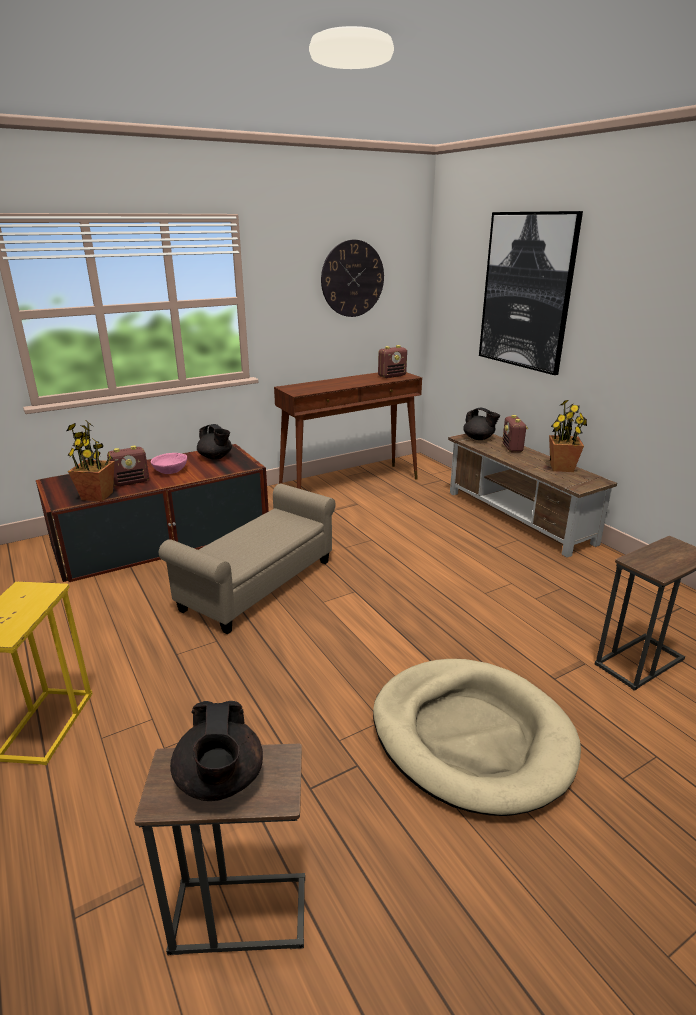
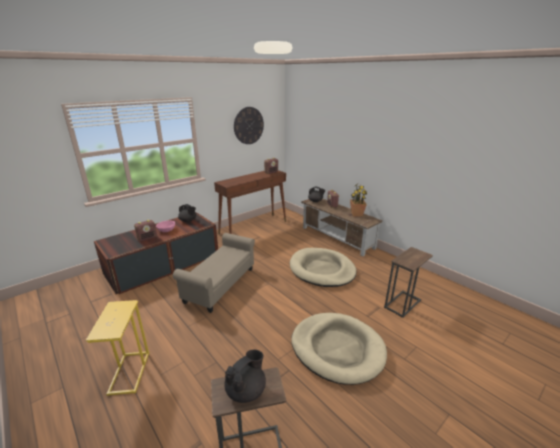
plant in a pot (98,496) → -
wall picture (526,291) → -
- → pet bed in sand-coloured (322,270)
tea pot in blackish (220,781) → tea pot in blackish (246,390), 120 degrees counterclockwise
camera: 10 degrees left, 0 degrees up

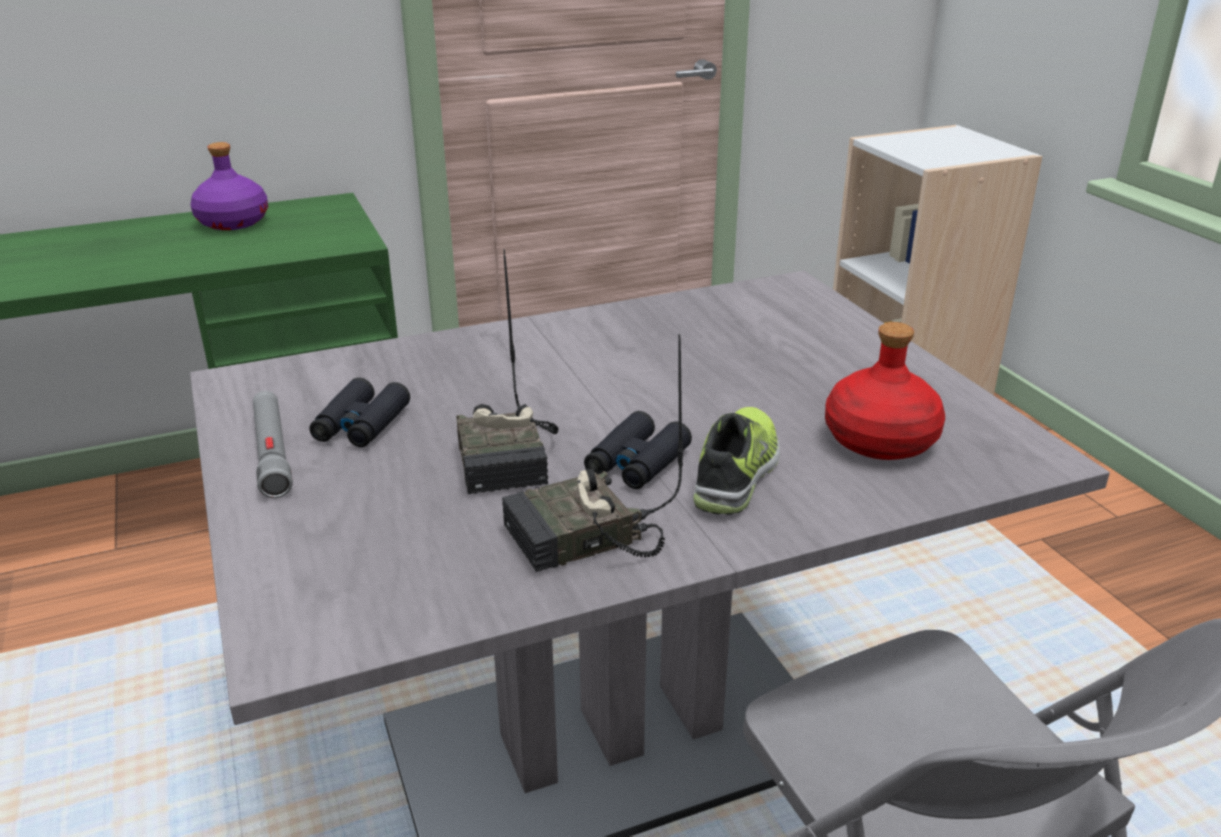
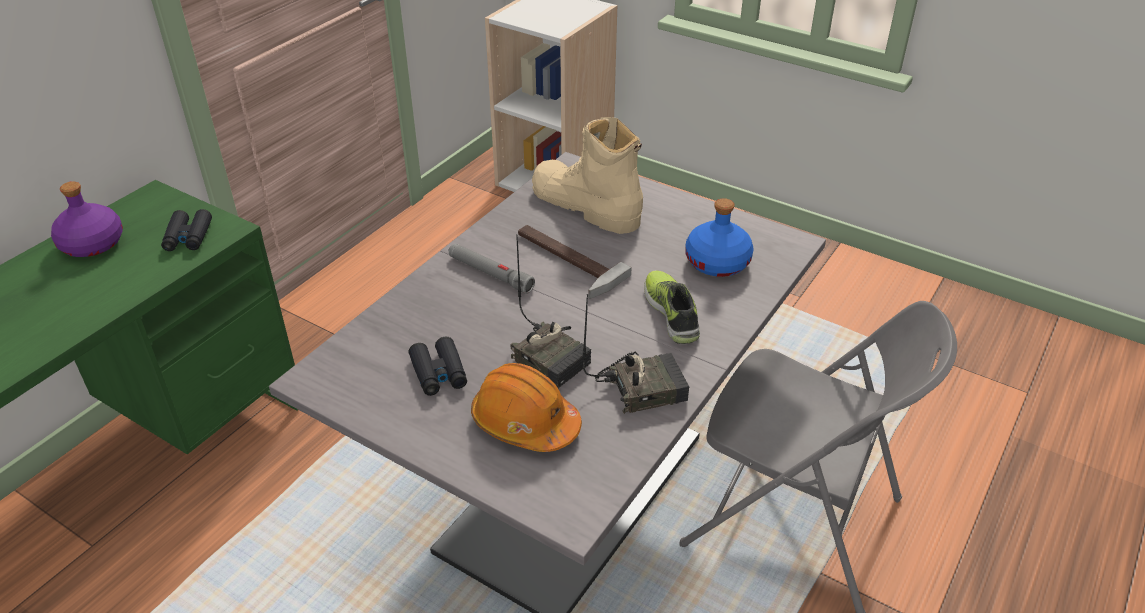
- → safety helmet in orange-coloured (525,422)
- → hand hammer (563,261)
- → boot in sand-coloured (585,206)
flashlight in greyish (272,452) → flashlight in greyish (490,274), relocated
pair of binoculars in blackish (637,462) → pair of binoculars in blackish (188,237), relocated
beverage bottle in red (881,440) → beverage bottle in blue-coloured (718,262)
radio receiver (582,540) → radio receiver (642,387), 135 degrees counterclockwise
camera: 35 degrees left, 10 degrees up

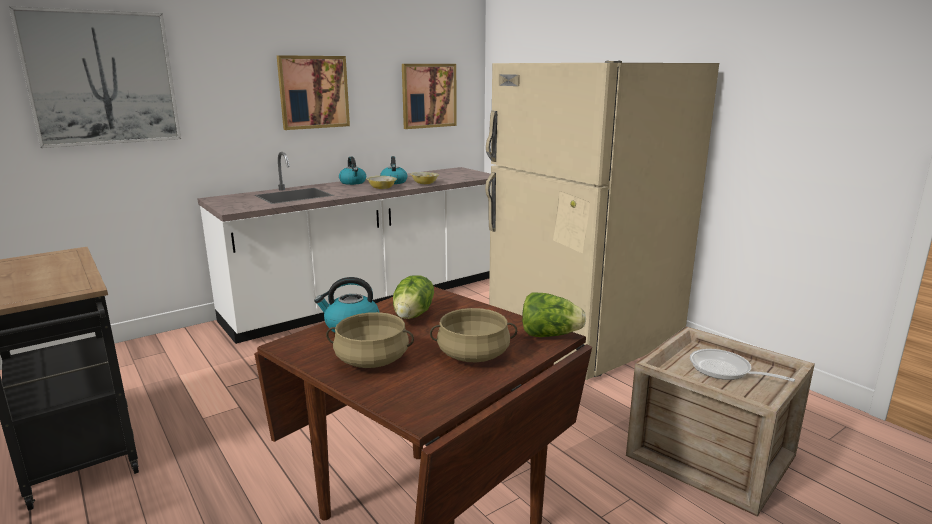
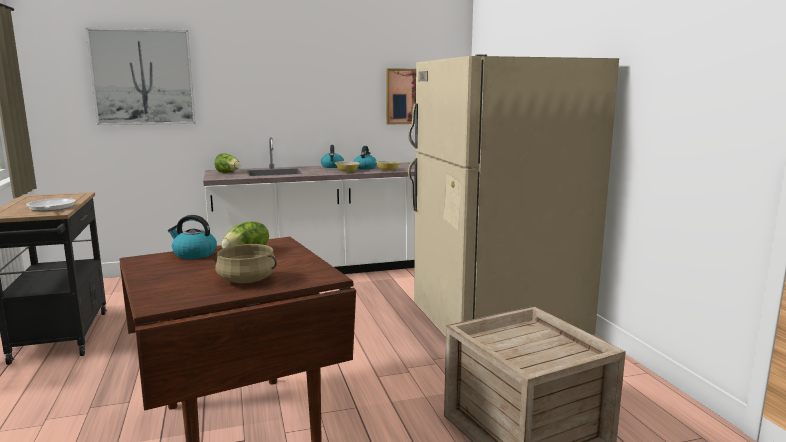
wall picture (313,92) → -
saucepot in sand-coloured (371,361) → -
lettuce (549,335) → lettuce (228,173), relocated
skillet (725,370) → skillet (51,208), relocated
camera: 20 degrees right, 5 degrees down

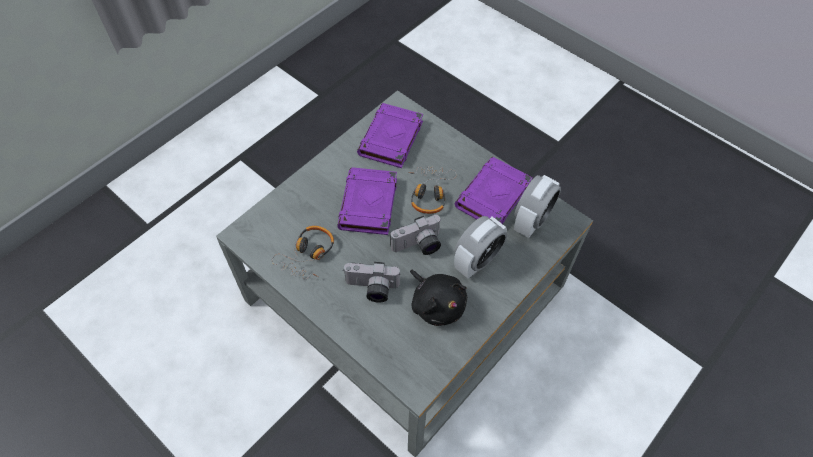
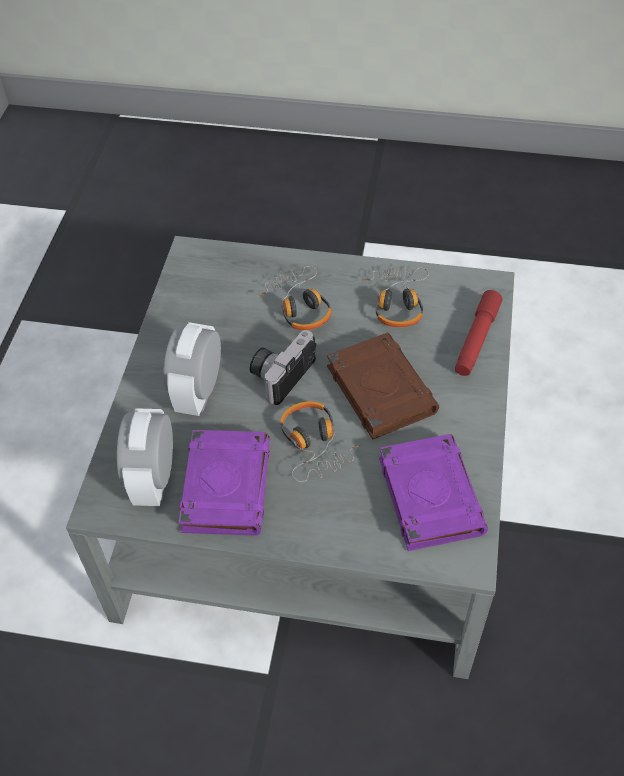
plush toy in blackish (437,304) → -
- → flashlight in red (476,339)
still camera (371,289) → headset (299,306)
bound book in purple-coloured (368,205) → bound book in brown-coloured (379,389)
camera: 150 degrees right, 5 degrees down

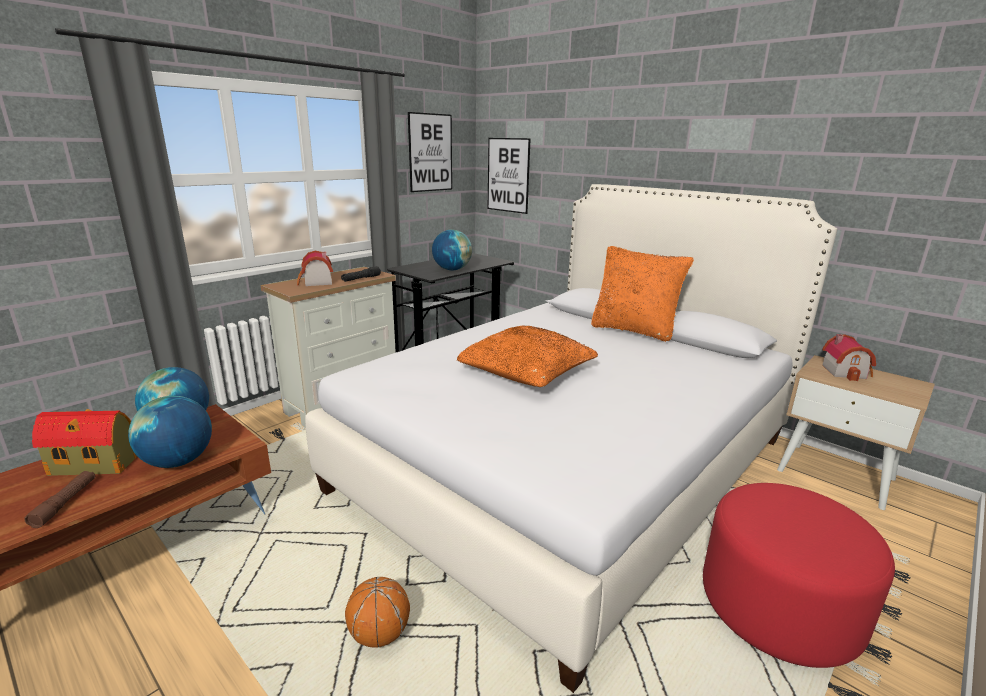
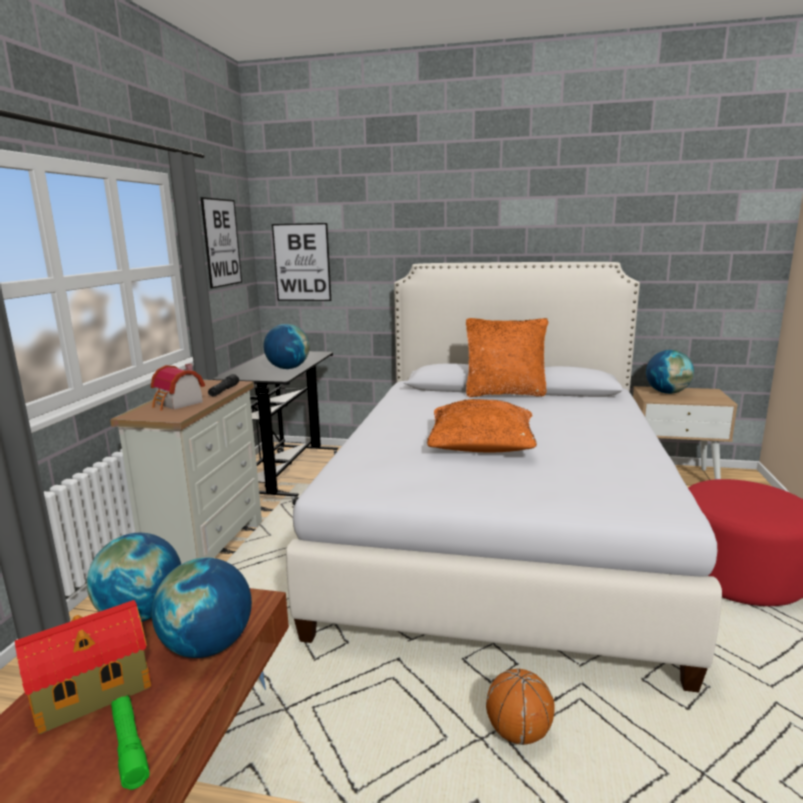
toy house (846,371) → world globe (667,392)
flashlight in brown-coloured (65,503) → flashlight in greenish (129,747)
camera: 30 degrees left, 5 degrees down

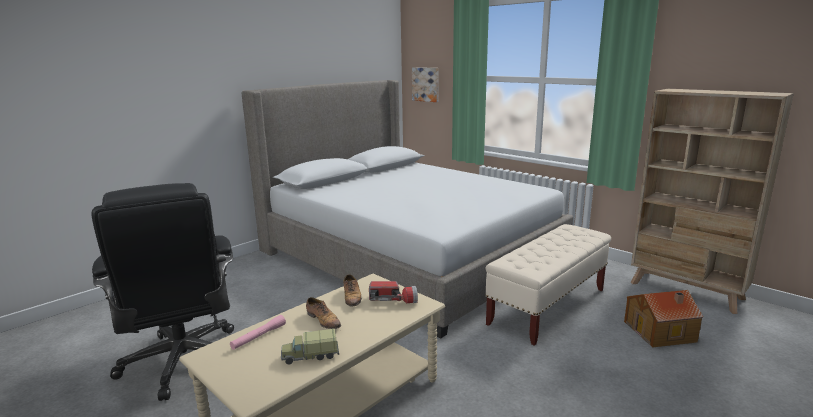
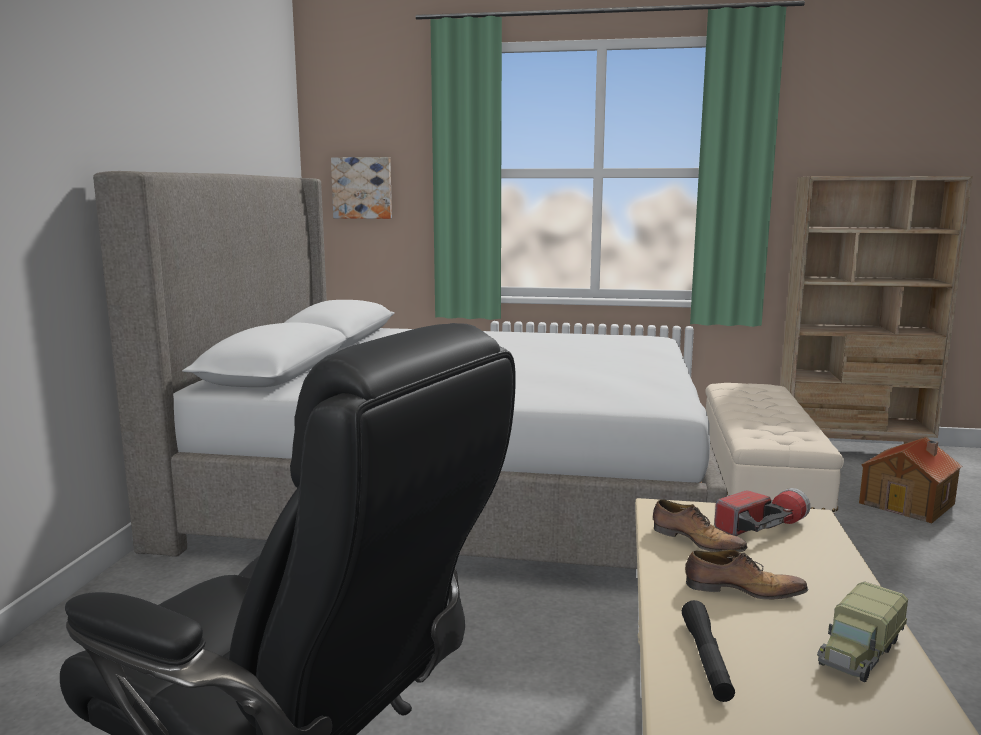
flashlight in pink-coloured (259,337) → flashlight in blackish (706,660)
camera: 35 degrees left, 5 degrees down

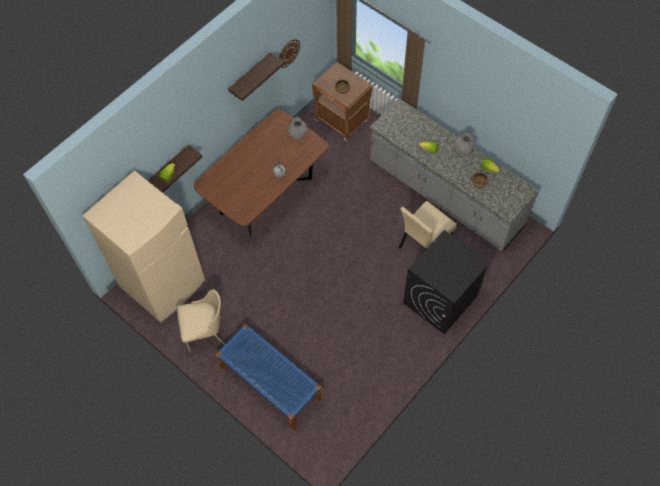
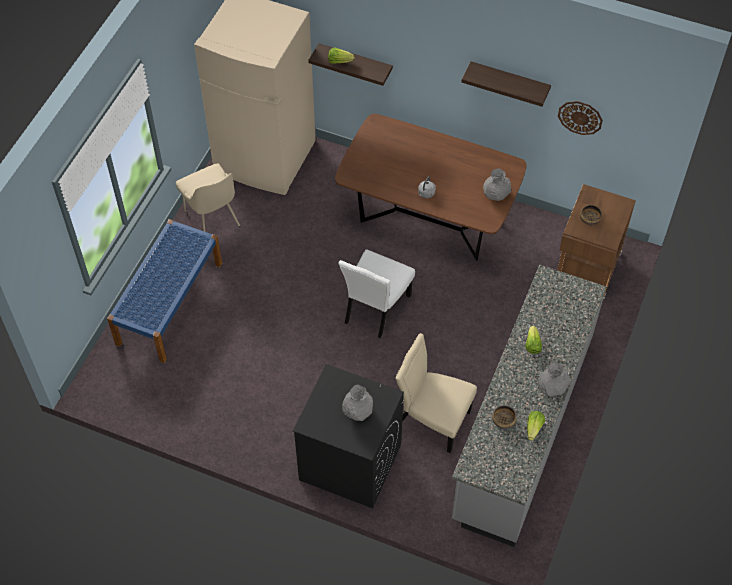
- → plain chair in whitish (376,307)
- → vase in greyish (358,412)
camera: 70 degrees right, 5 degrees down

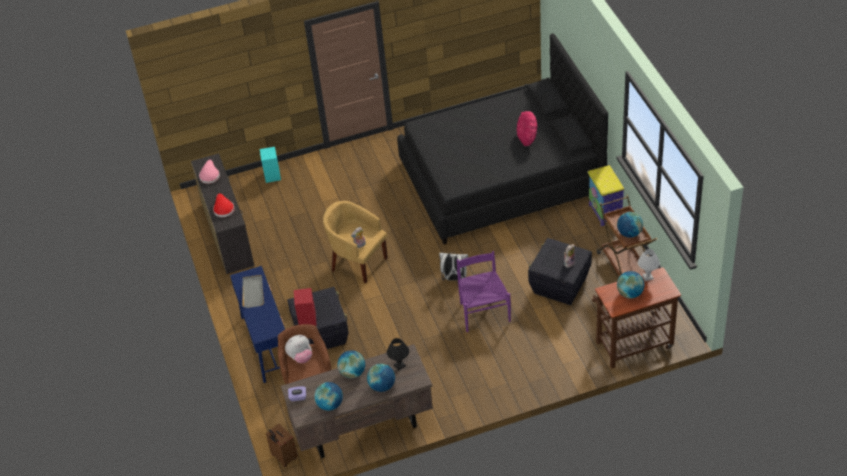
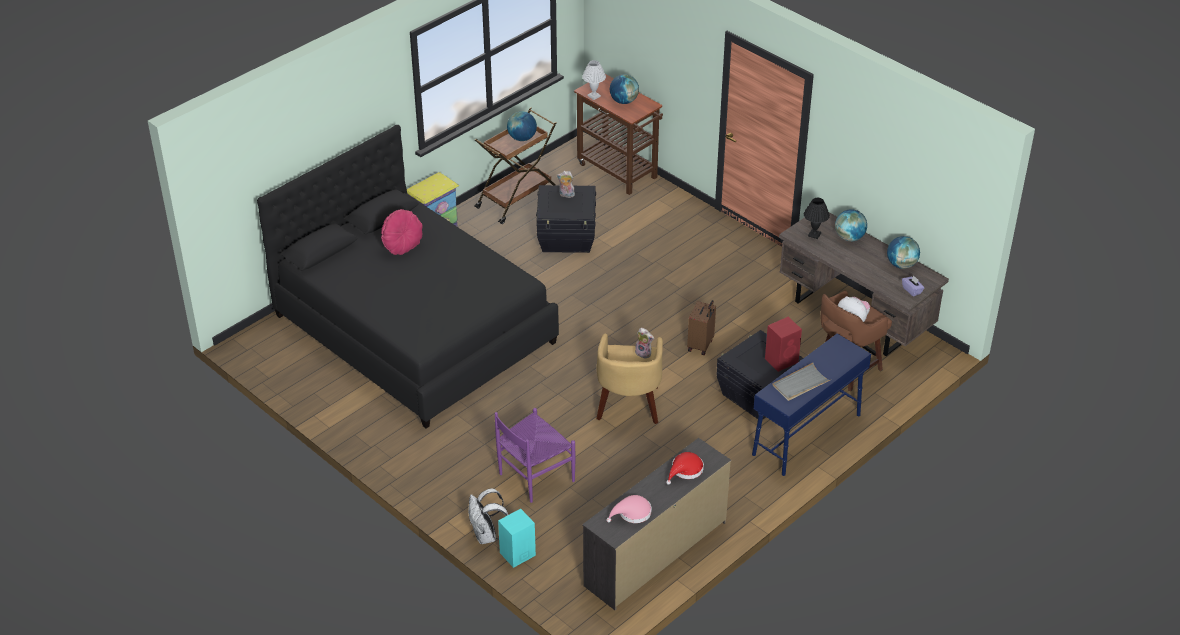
world globe (352,373) → -
travel case in brown-coloured (284,457) → travel case in brown-coloured (701,345), relocated
knapsack in whitish (454,278) → knapsack in whitish (487,536), relocated
plain chair in purple-coloured (483,312) → plain chair in purple-coloured (534,476), relocated
camera: 120 degrees left, 5 degrees down

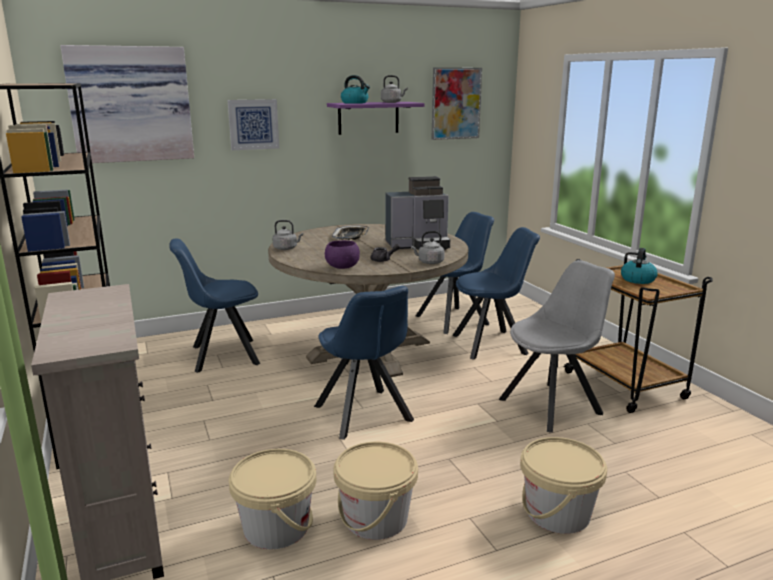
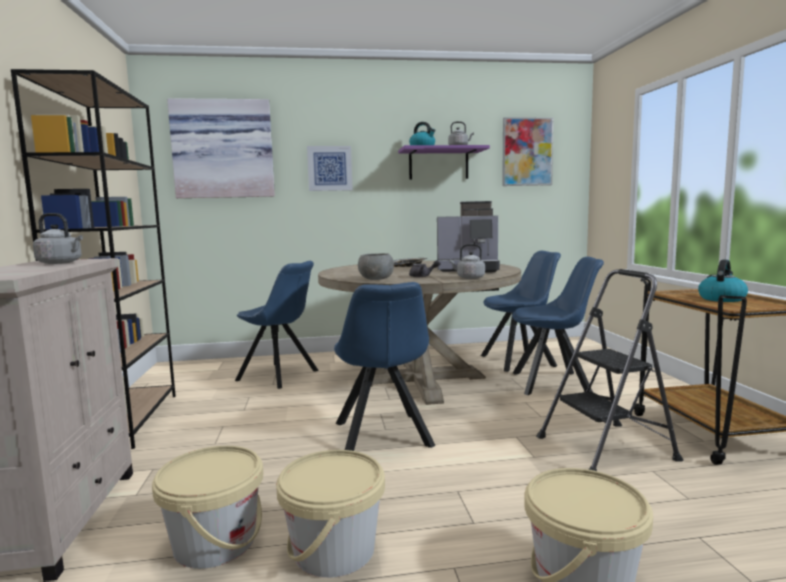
tea kettle in greyish (286,248) → tea kettle in greyish (61,263), relocated
plain chair in greyish (552,405) → step stool in blackish (609,447)
serving bowl in purple-coloured (342,267) → serving bowl in greyish (376,279)
plain chair in blue-coloured (222,356) → plain chair in blue-coloured (279,375), 150 degrees counterclockwise
camera: 15 degrees right, 10 degrees down

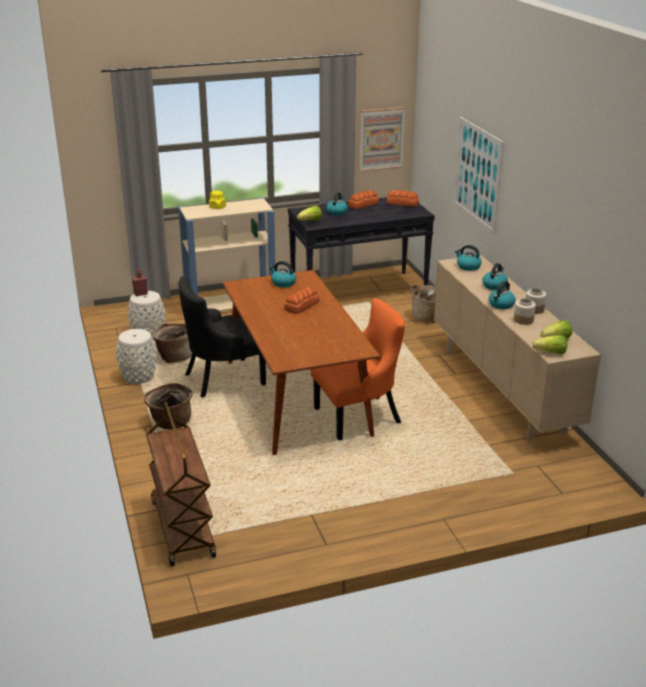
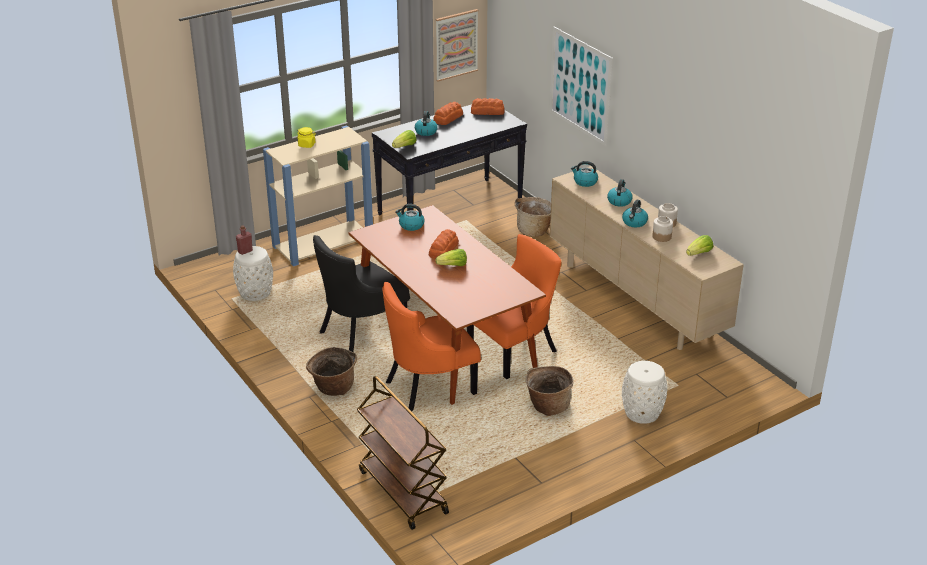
- → plain chair in orange-coloured (431,386)
stool in whitish (139,377) → stool in whitish (642,413), relocated
basket (174,357) → basket (547,406), relocated
lettuce (551,353) → lettuce (453,266), relocated
camera: 15 degrees left, 5 degrees up

